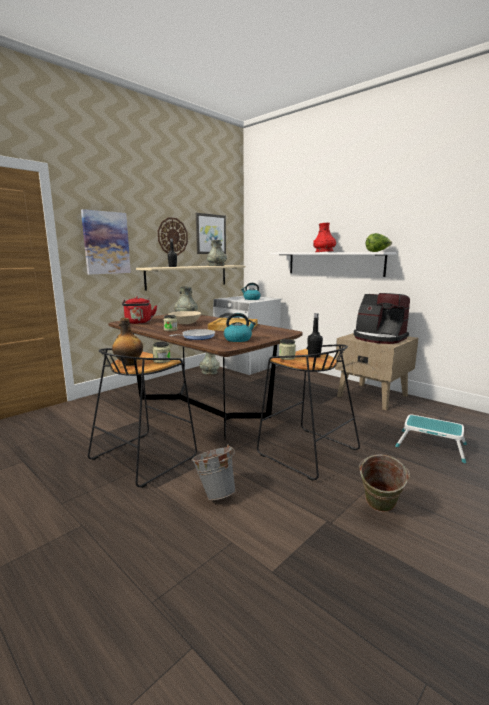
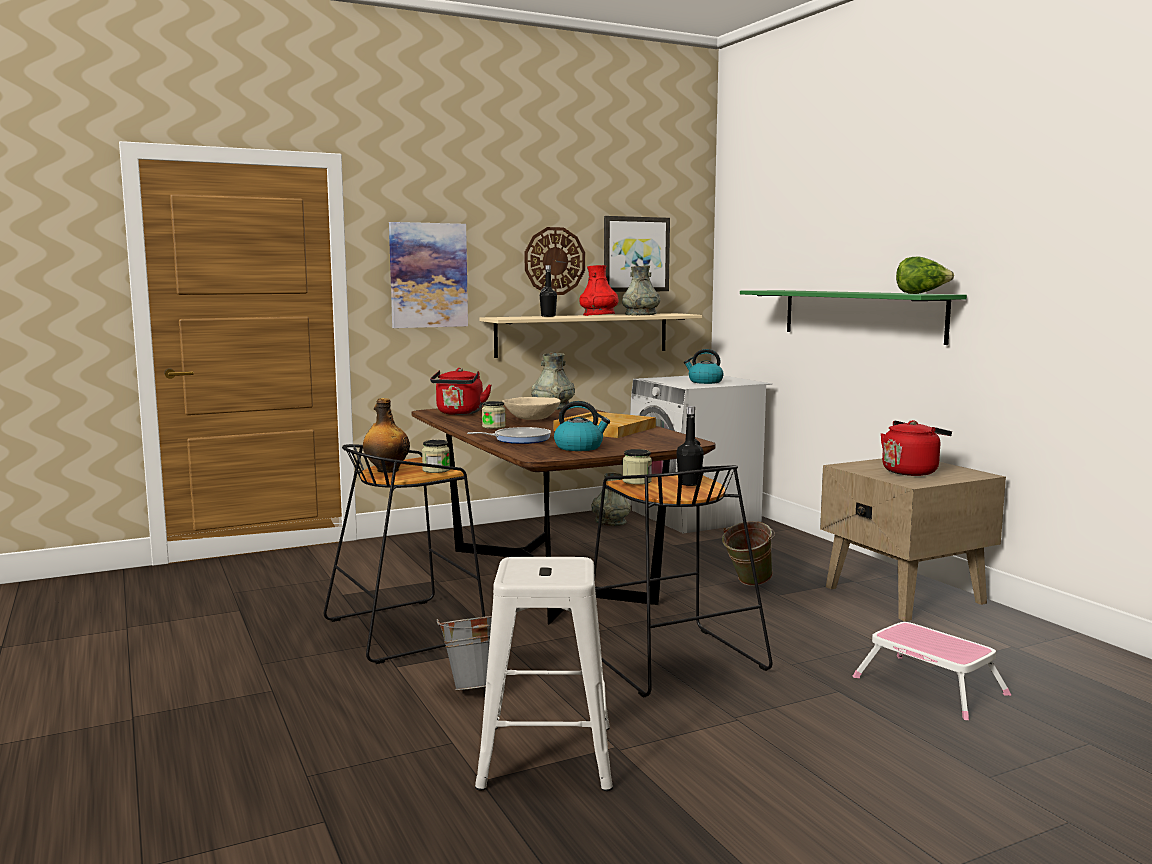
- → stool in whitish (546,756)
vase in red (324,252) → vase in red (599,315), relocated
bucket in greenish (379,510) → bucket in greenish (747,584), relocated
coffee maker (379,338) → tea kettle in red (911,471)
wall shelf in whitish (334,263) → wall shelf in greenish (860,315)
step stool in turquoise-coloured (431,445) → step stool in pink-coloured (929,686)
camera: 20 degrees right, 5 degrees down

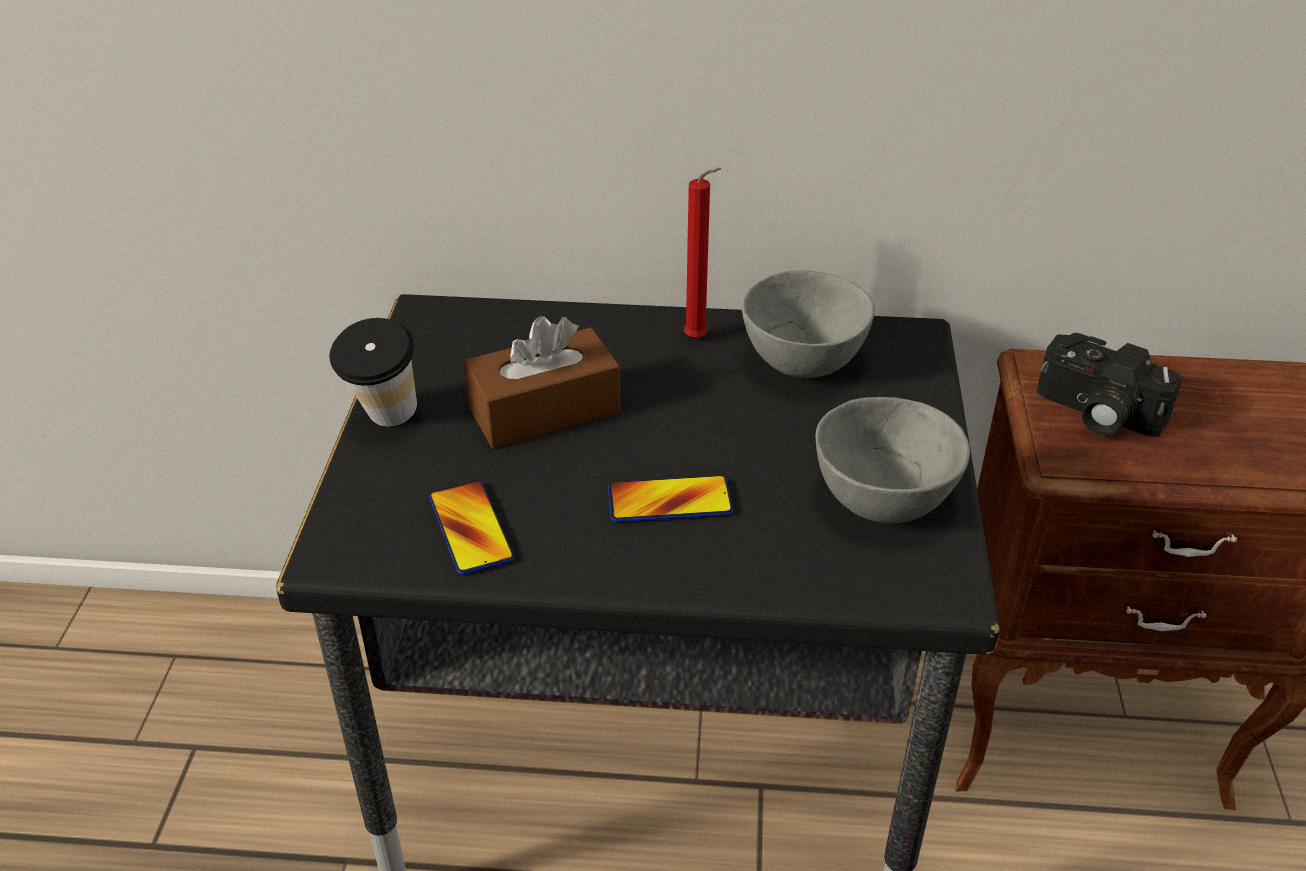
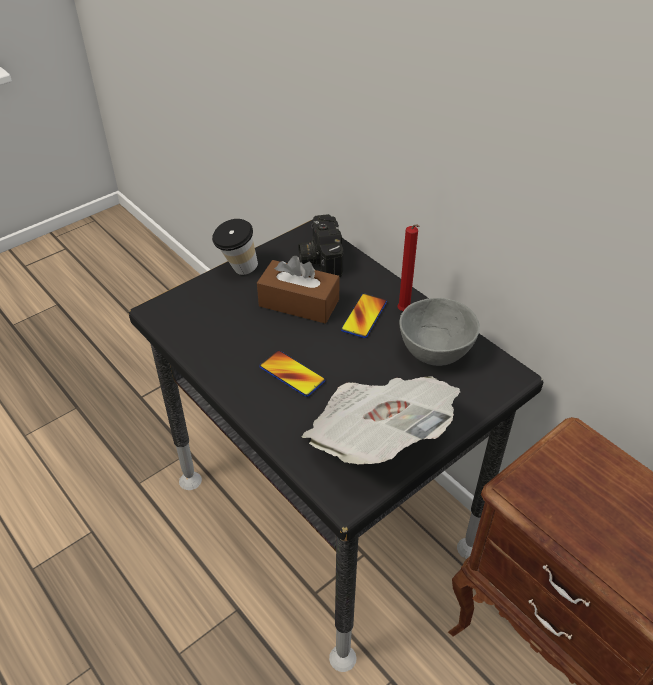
phone (470,528) → phone (364,316), relocated
still camera (1095,414) → still camera (319,258), relocated
serving bowl in greyish (880,501) → daily paper (375,438)
camera: 45 degrees right, 5 degrees up

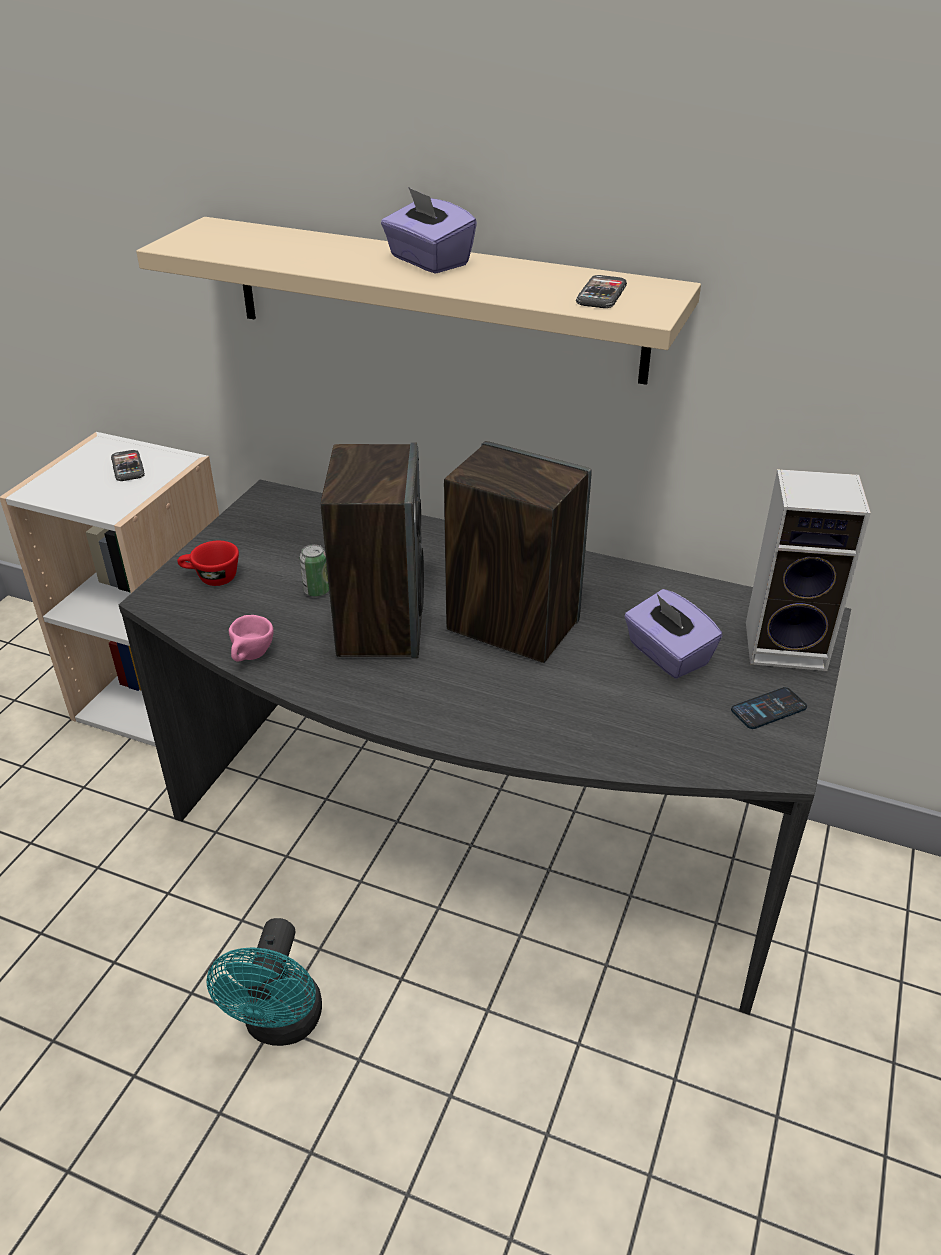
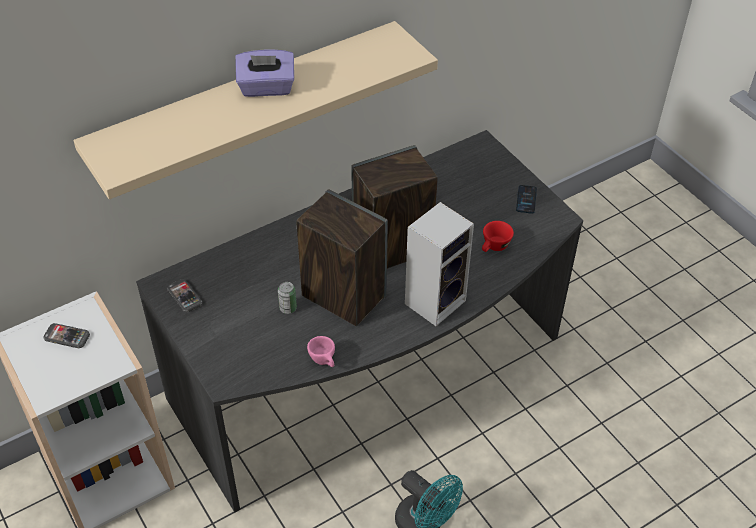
tissue holder in purple-coloured (667,655) → -
drinking cup in red (211,578) → drinking cup in red (494,247), relocated
phone (601,294) → phone (184,296), relocated
audio speaker (788,645) → audio speaker (435,300), relocated
camera: 55 degrees left, 10 degrees up

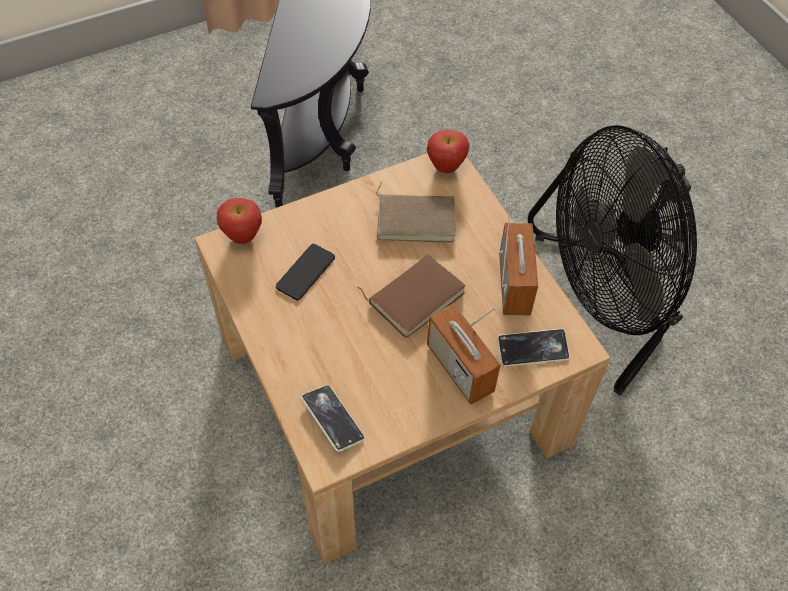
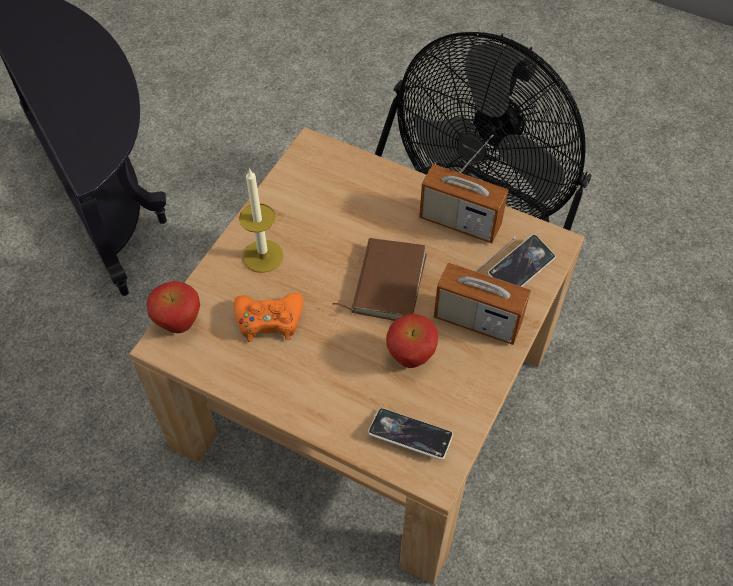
bound book in brown-coloured (416,218) → -
- → candle (263,256)
apple fruit (446,168) → apple fruit (410,358), relocated
phone (305,272) → game controller in orange-coloured (269,320)
radio receiver (514,285) → radio receiver (460,222), 150 degrees clockwise
camera: 35 degrees left, 0 degrees up

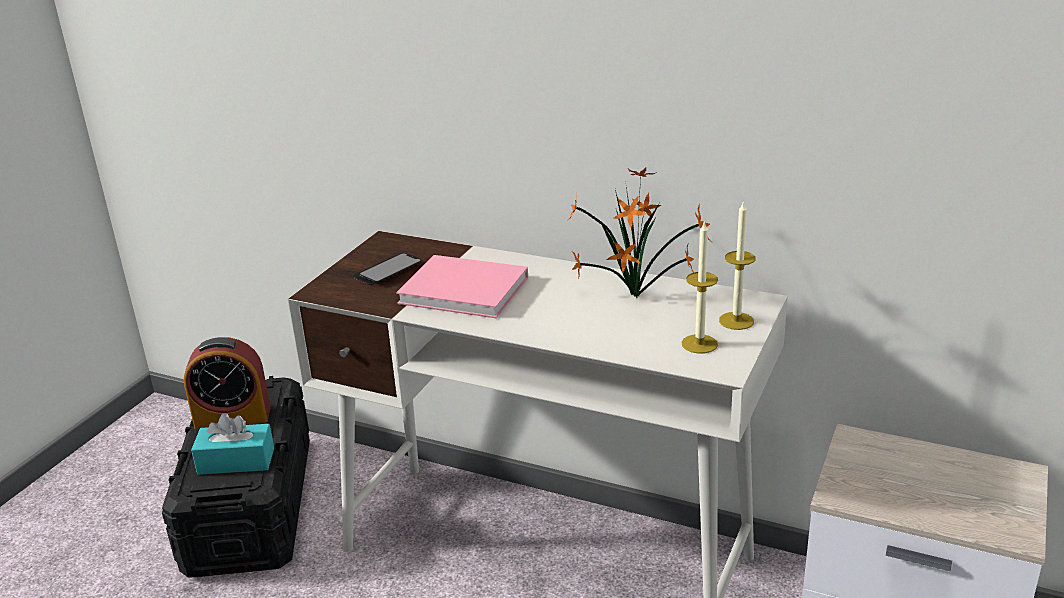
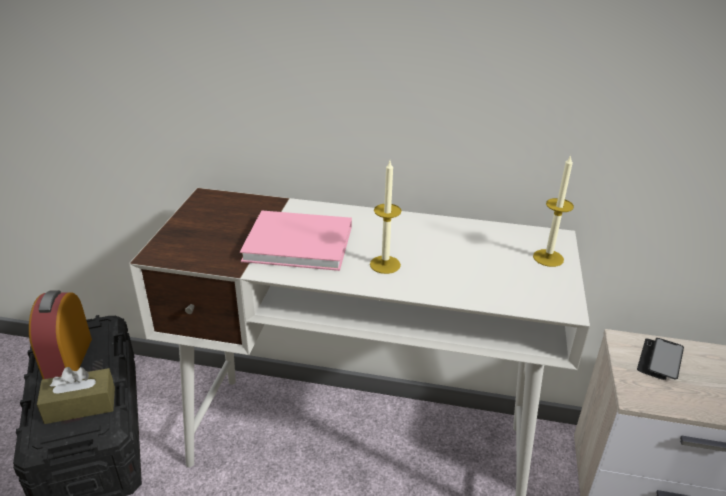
plant in a pot (639,299) → -
phone (387,271) → phone (660,360), relocated
candle (699,344) → candle (385,264), relocated
tissue holder in turquoise-coloured (236,461) → tissue holder in brown-coloured (80,405)
alarm clock (233,417) → alarm clock (68,359), 105 degrees clockwise
camera: 15 degrees left, 5 degrees up

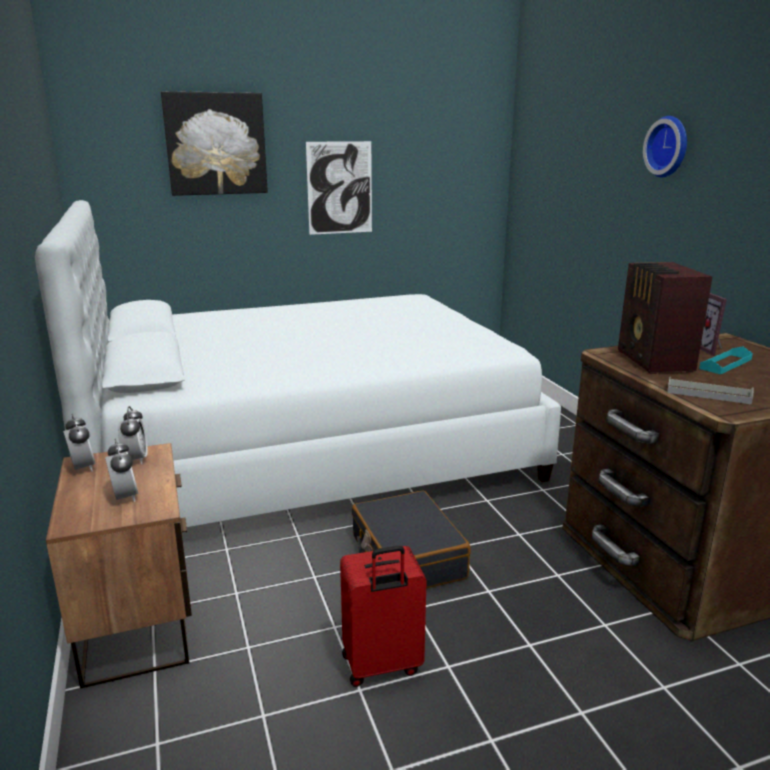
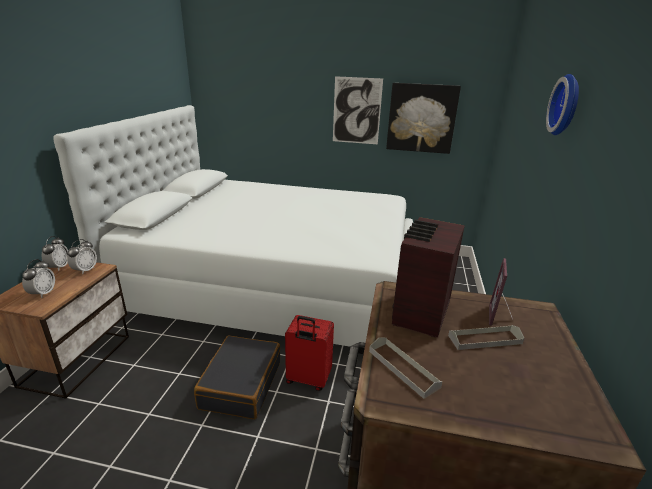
wall picture (216,144) → wall picture (421,118), relocated
travel case in red (381,666) → travel case in red (308,379), relocated
serving tray in turquoise-coloured (725,364) → serving tray in greyish (485,339)
camera: 30 degrees right, 5 degrees up

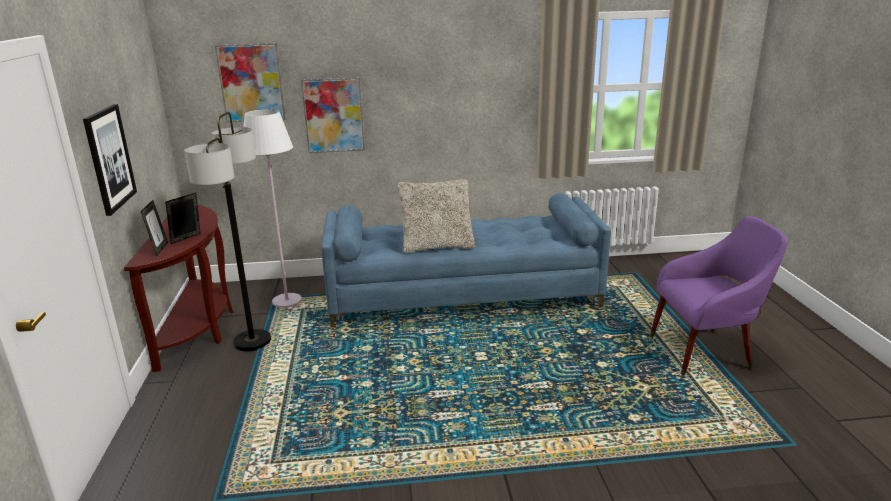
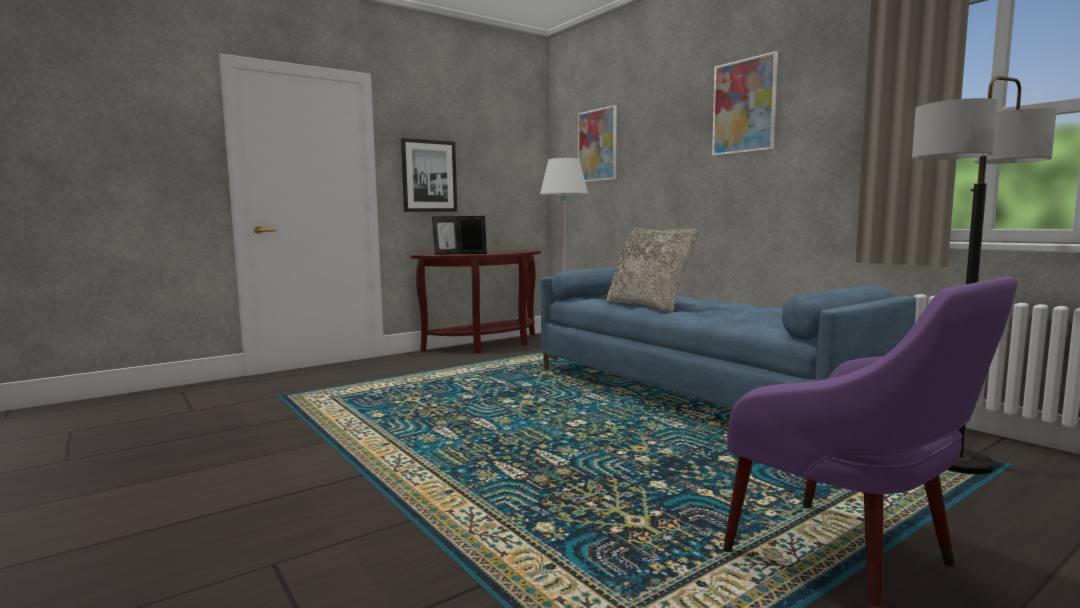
standing lamp (252,342) → standing lamp (955,463), relocated
wall picture (333,115) → wall picture (744,106), relocated
camera: 60 degrees right, 15 degrees down

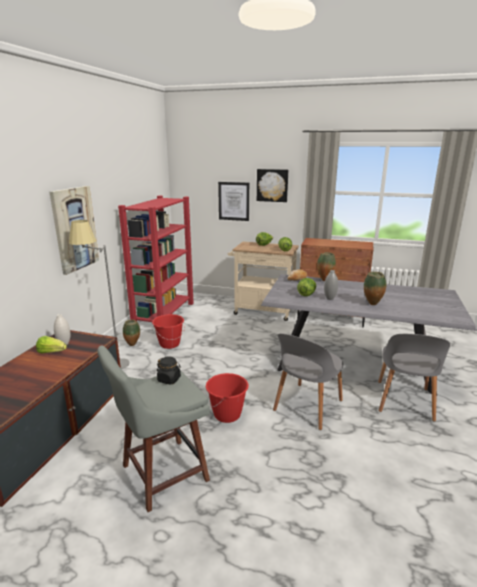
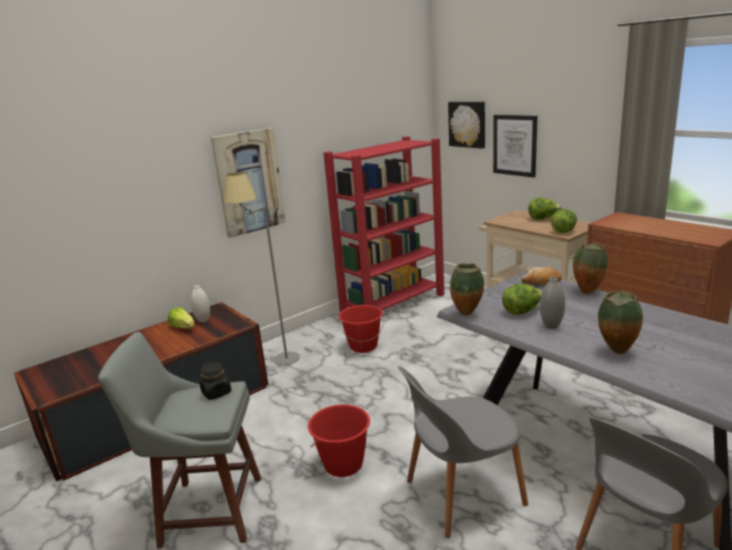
vase (133,345) → vase (467,314), relocated
wall picture (272,185) → wall picture (467,124), relocated
camera: 35 degrees right, 0 degrees up

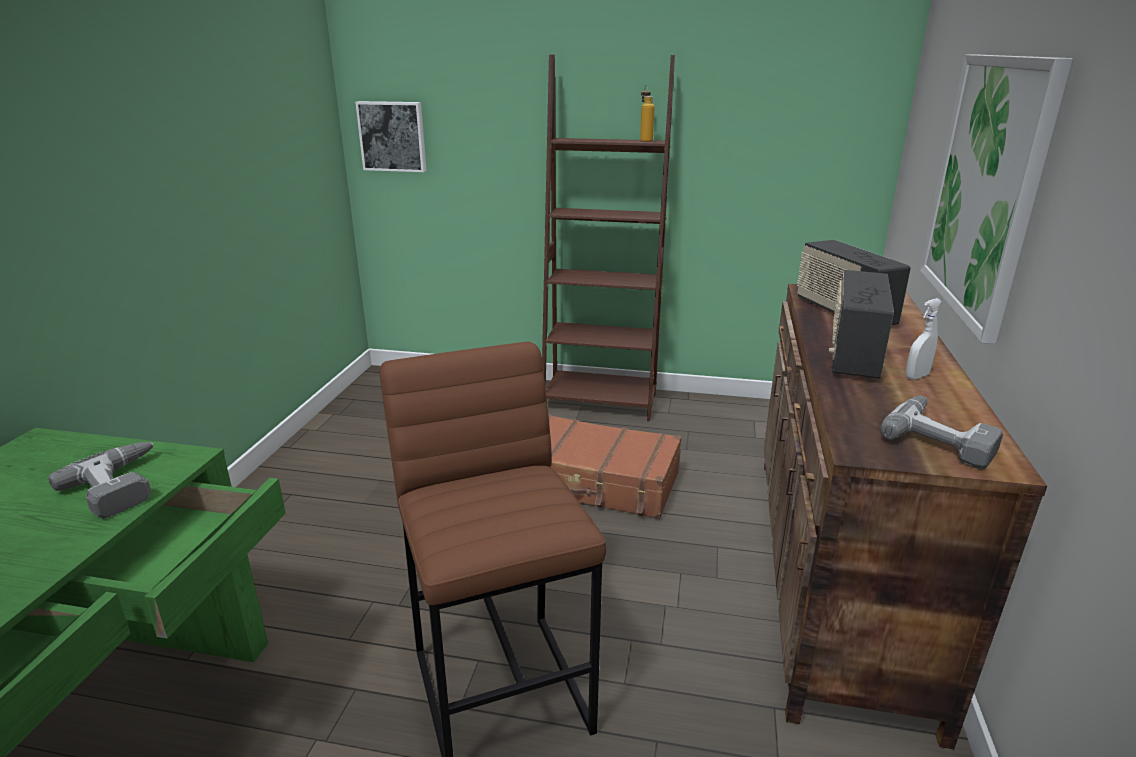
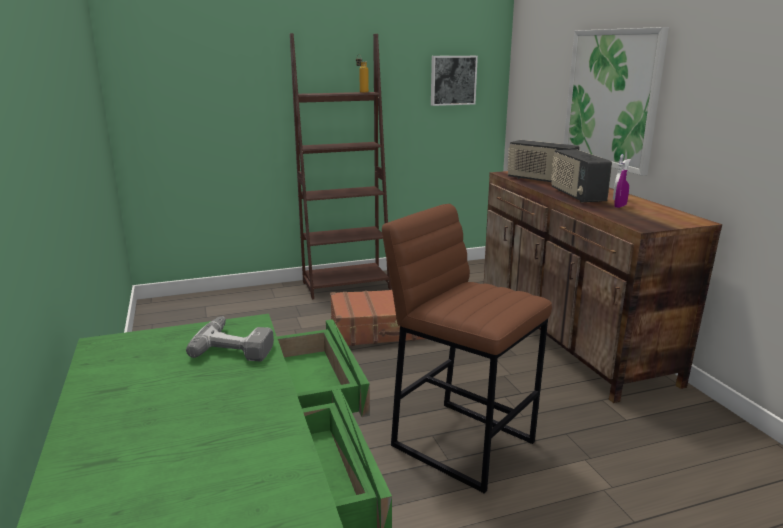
drill (942,438) → -
- → sprayer in purple-coloured (620,206)
wall picture (393,136) → wall picture (452,80), relocated
camera: 30 degrees left, 5 degrees down

